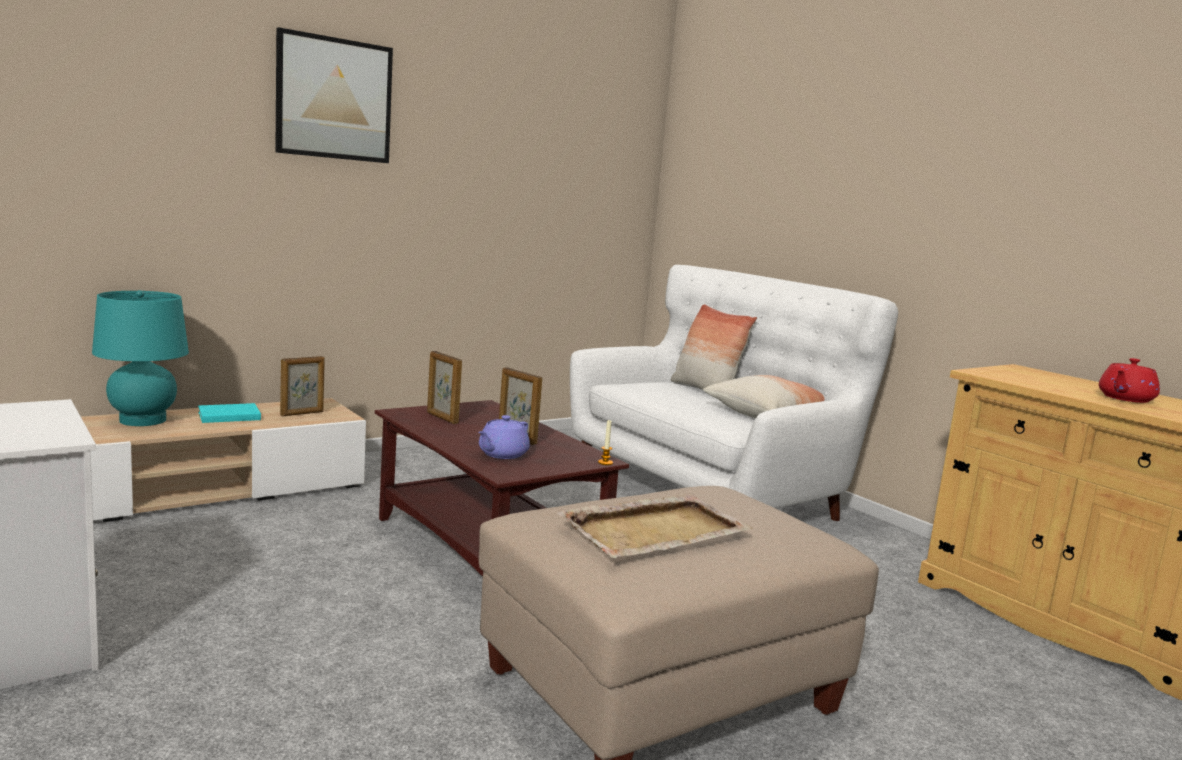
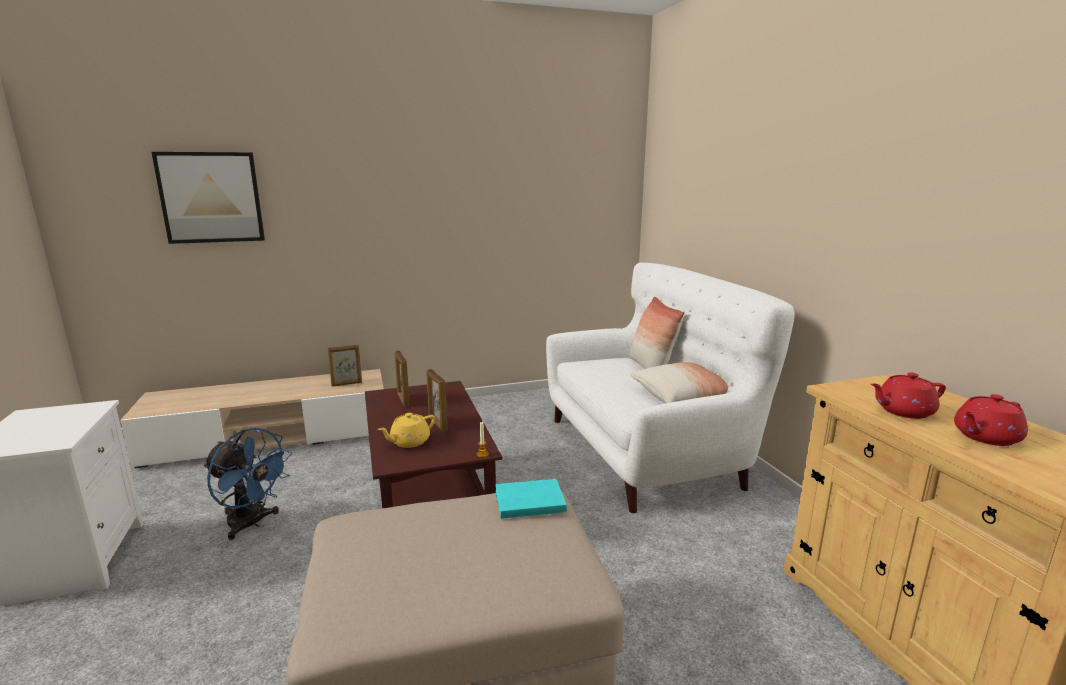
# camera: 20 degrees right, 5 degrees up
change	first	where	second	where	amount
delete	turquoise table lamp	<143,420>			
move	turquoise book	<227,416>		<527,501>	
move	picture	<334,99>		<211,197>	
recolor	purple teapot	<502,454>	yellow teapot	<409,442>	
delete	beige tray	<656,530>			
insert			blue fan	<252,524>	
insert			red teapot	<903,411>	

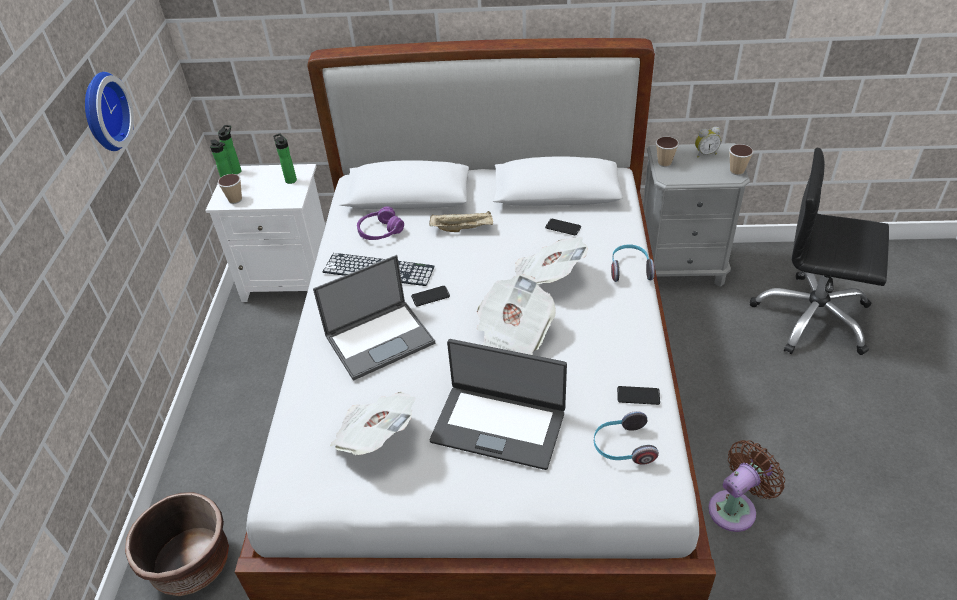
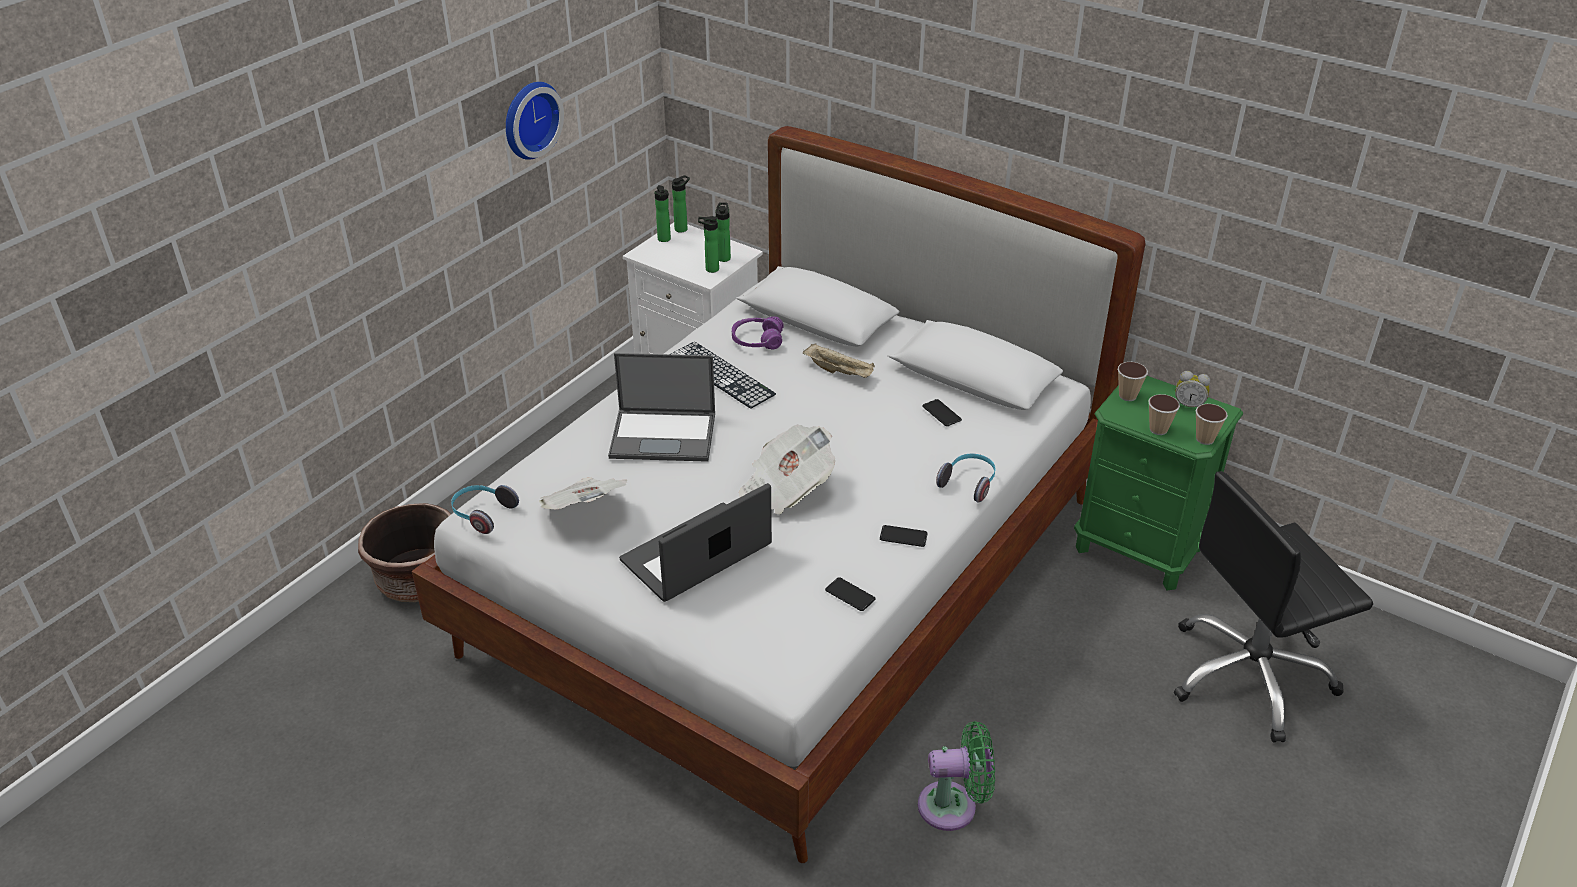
# camera: 30 degrees right, 5 degrees down
change	first	where	second	where	amount
move	cup	<235,200>		<1158,429>	
move	phone	<430,296>		<903,536>	
rotate	laptop	<498,425>		<697,555>	90 degrees clockwise
delete	newspaper	<547,277>			
move	headphones	<622,447>		<482,514>	
recolor	grey nightstand	<681,267>	green nightstand	<1139,549>	
recolor	brown fan	<736,508>	green fan	<953,806>	
rotate	black office chair	<812,318>		<1250,676>	75 degrees counterclockwise
insert			bottle	<710,269>	

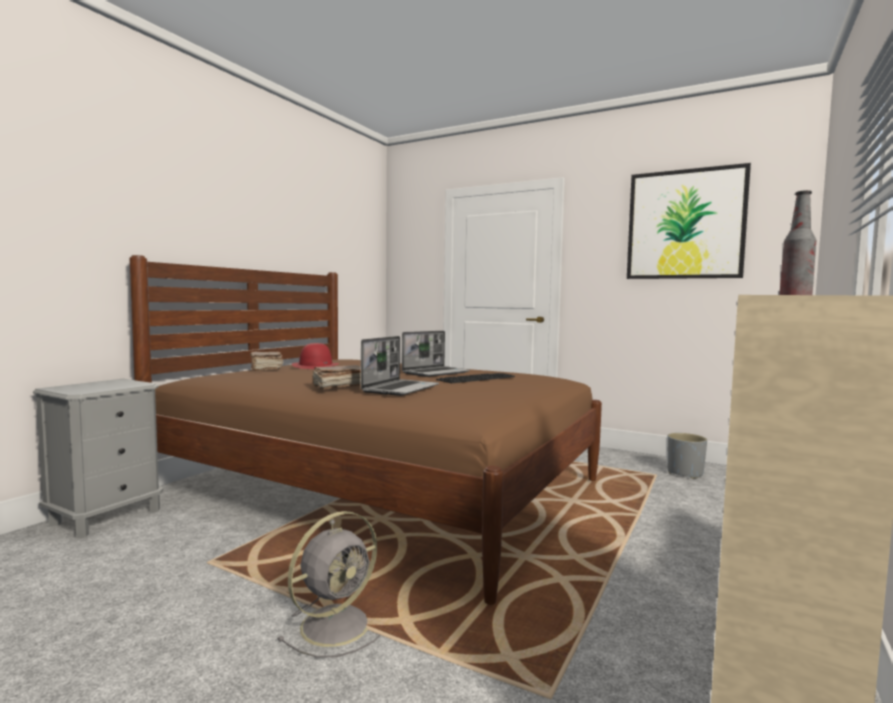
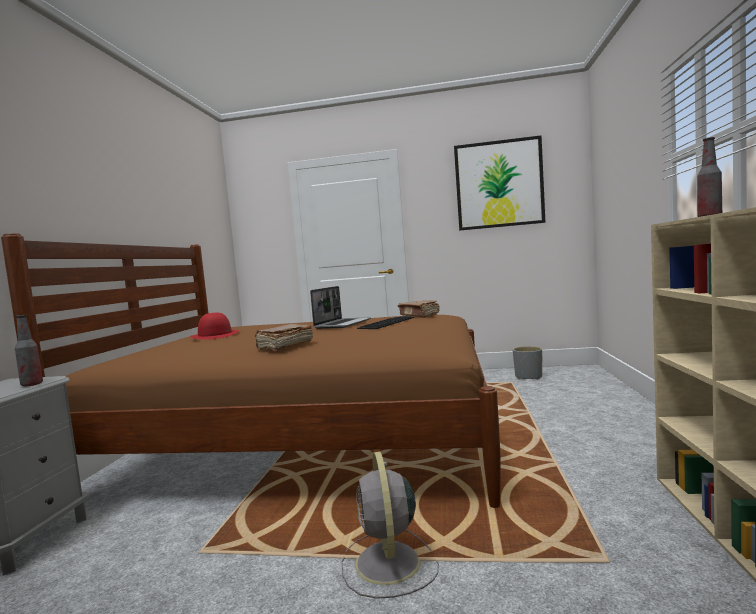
# camera: 20 degrees left, 0 degrees up
change	first	where	second	where	amount
move	brown book	<266,368>		<419,315>	
rotate	grey fan	<338,623>		<388,564>	150 degrees clockwise
delete	laptop	<400,389>			
insert			bottle	<32,384>	

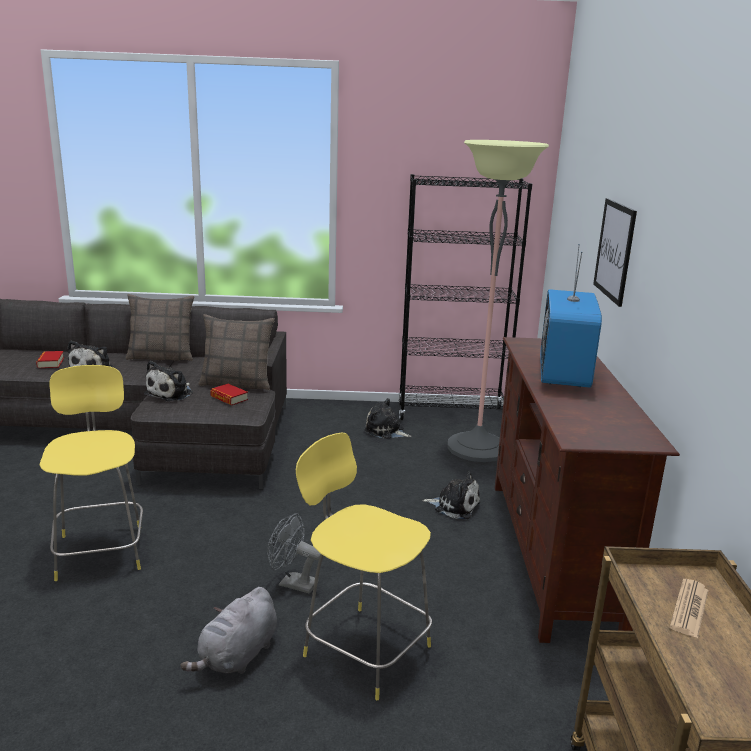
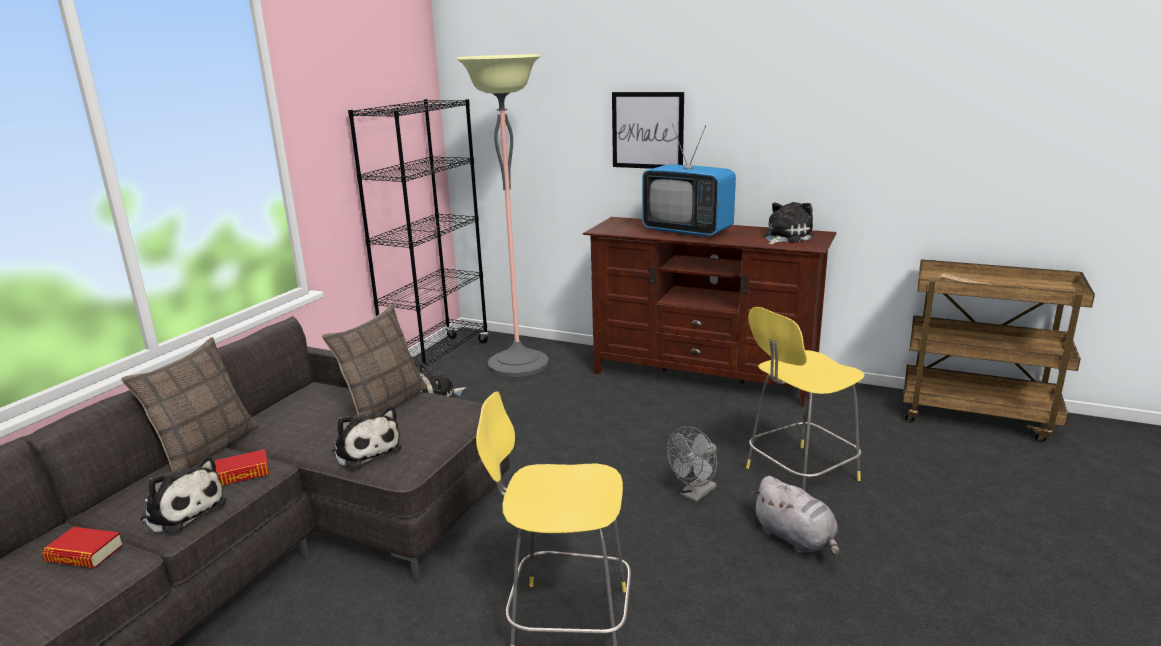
# camera: 65 degrees left, 0 degrees up
change	first	where	second	where	amount
move	book	<229,398>		<243,473>	
move	plush toy	<454,506>		<785,237>	

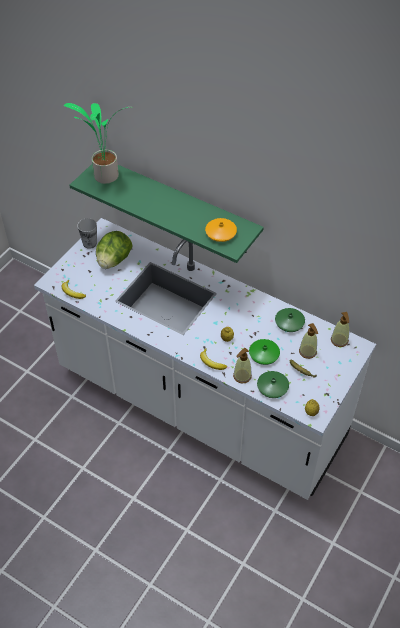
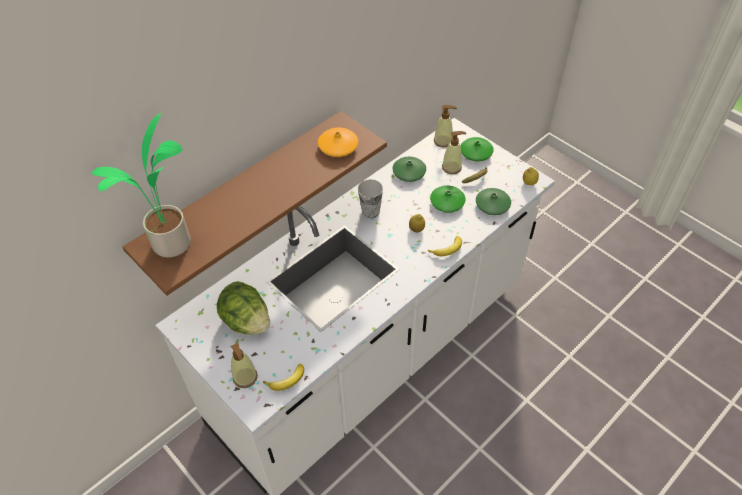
# camera: 75 degrees left, 0 degrees up
change	first	where	second	where	amount
recolor	green shelf	<178,206>	brown shelf	<245,194>	
move	cup	<90,243>		<370,211>	
move	soap dispenser	<242,376>		<245,377>	
insert			green vase	<476,153>	

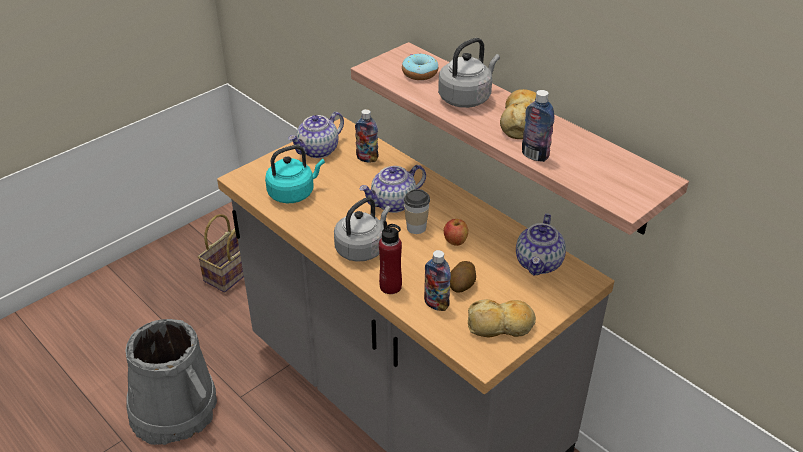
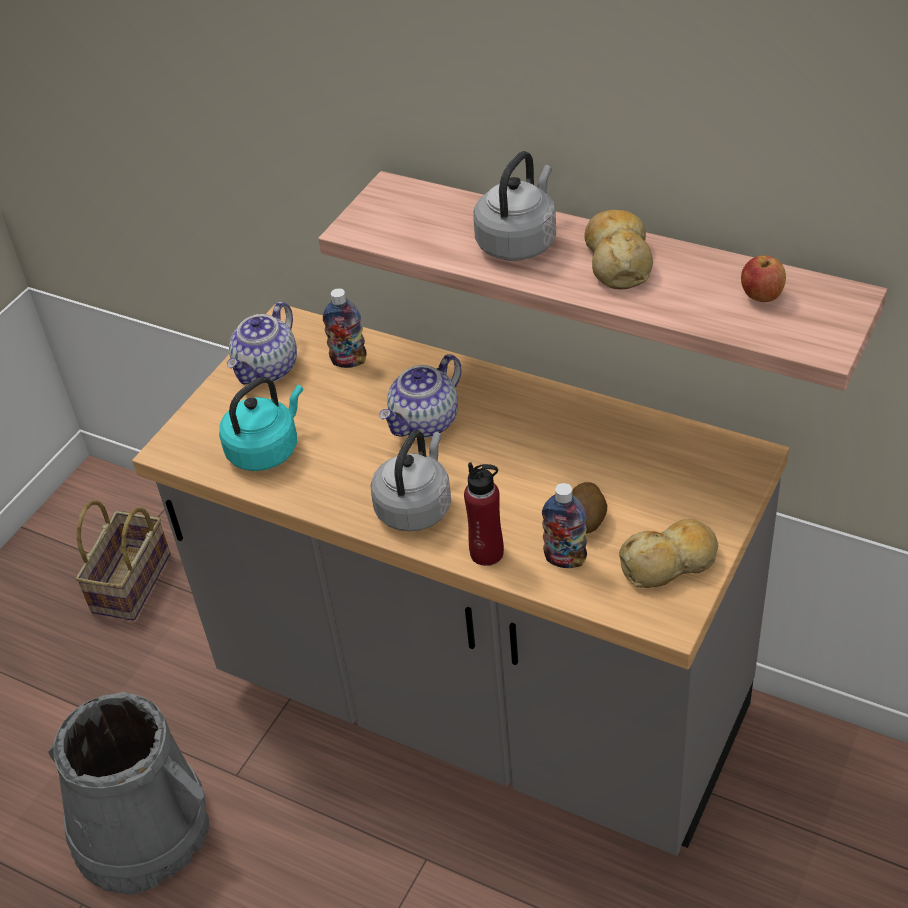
# camera: 15 degrees left, 5 degrees up
change	first	where	second	where	amount
delete	donut	<420,73>			
delete	cup	<416,227>			
move	apple	<455,241>		<761,296>	
delete	teapot	<539,263>			
delete	bottle	<535,155>			

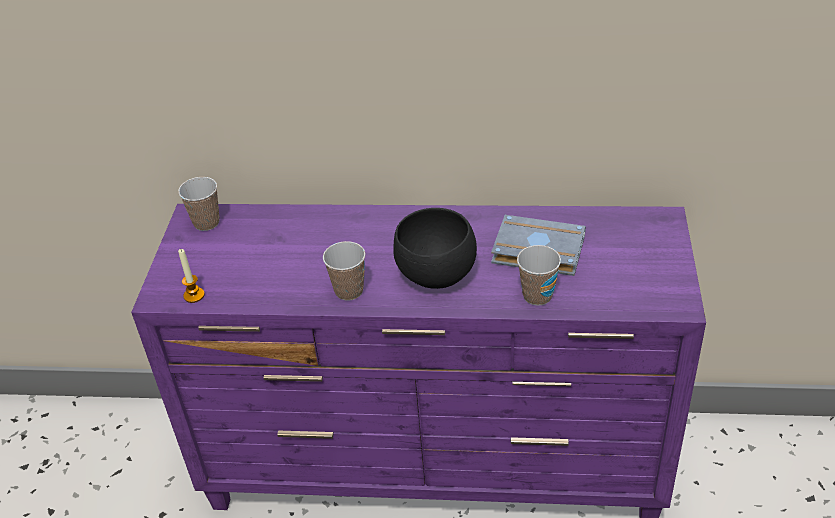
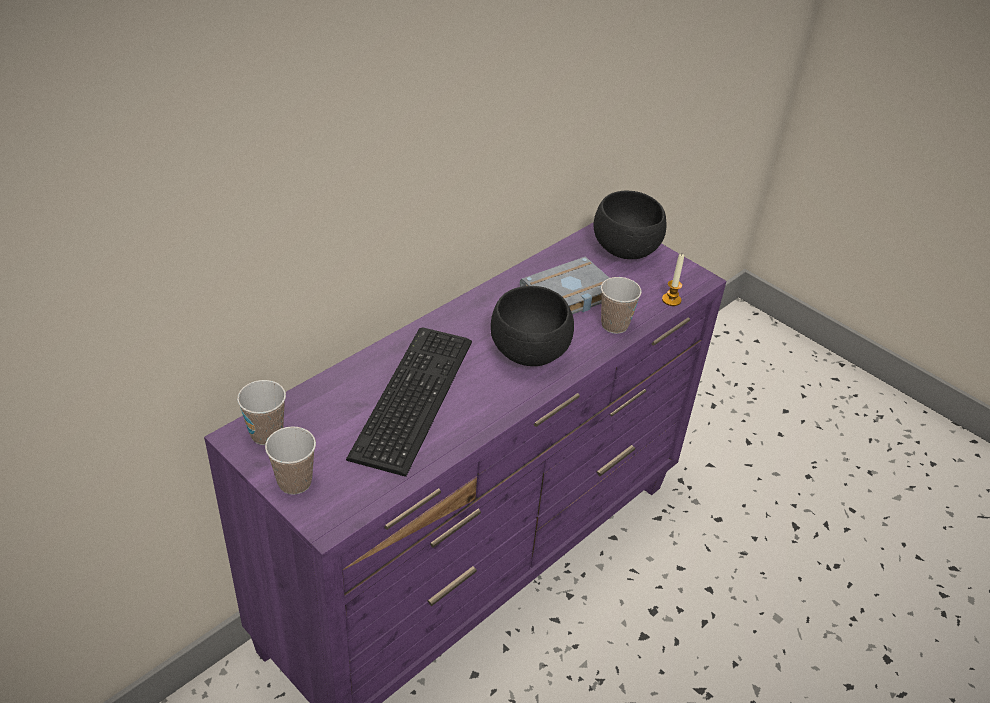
# camera: 55 degrees left, 0 degrees up
change	first	where	second	where	amount
move	candle	<194,295>		<671,300>	
move	cup	<349,291>		<295,482>	
insert			keyboard	<408,398>	
insert			black bowl	<627,251>	

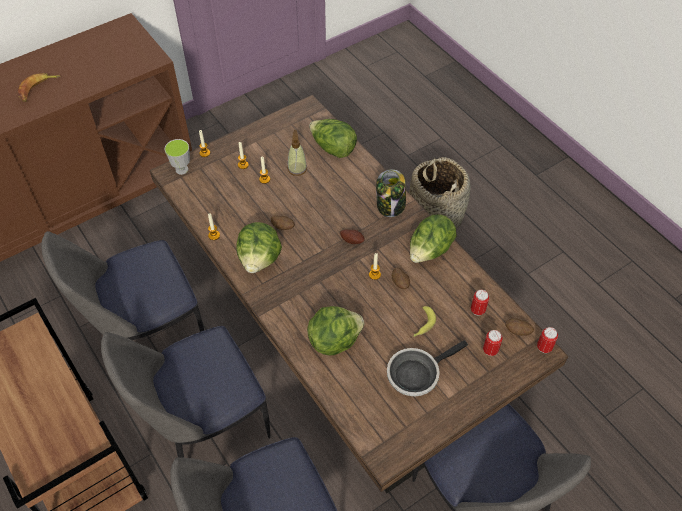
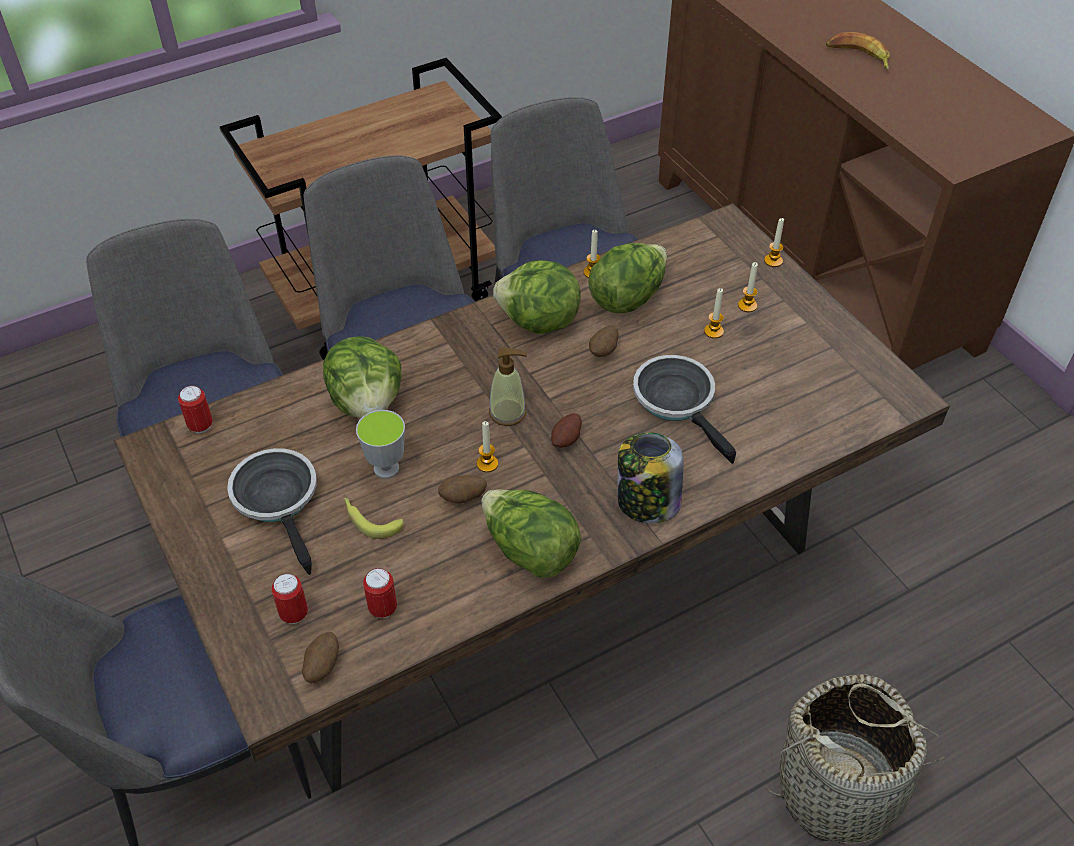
# camera: 95 degrees right, 5 degrees down
change	first	where	second	where	amount
move	cup	<182,169>		<386,468>	
move	soap dispenser	<297,168>		<508,413>	
move	lettuce	<333,148>		<627,297>	
move	can	<544,347>		<200,425>	
insert			frying pan	<678,402>	

